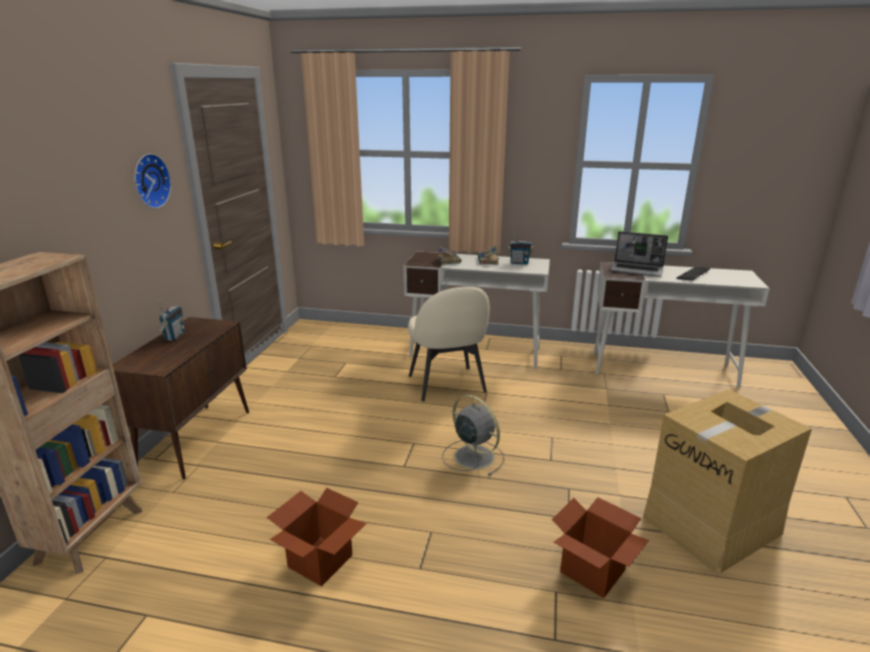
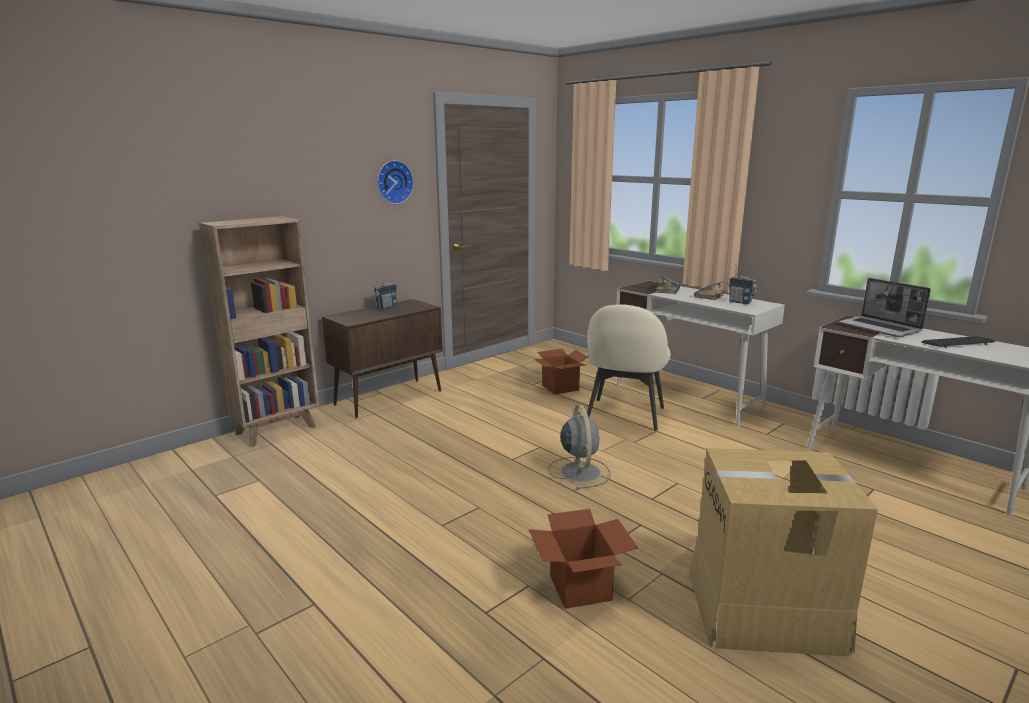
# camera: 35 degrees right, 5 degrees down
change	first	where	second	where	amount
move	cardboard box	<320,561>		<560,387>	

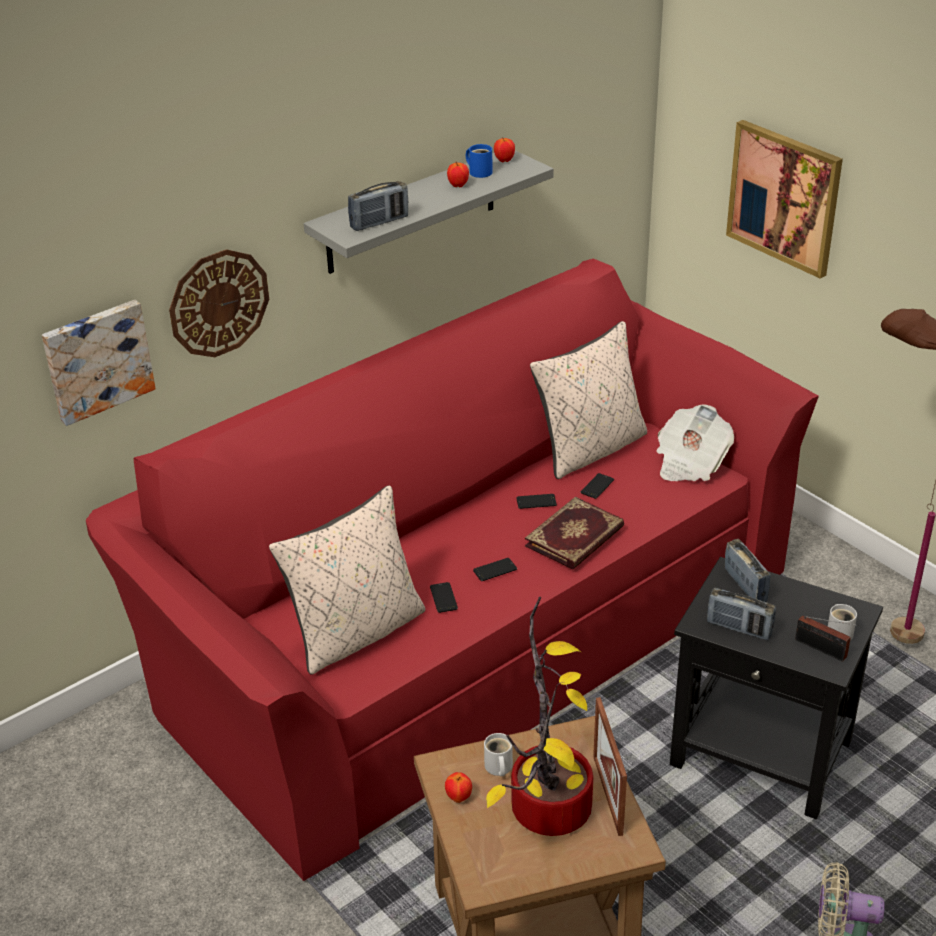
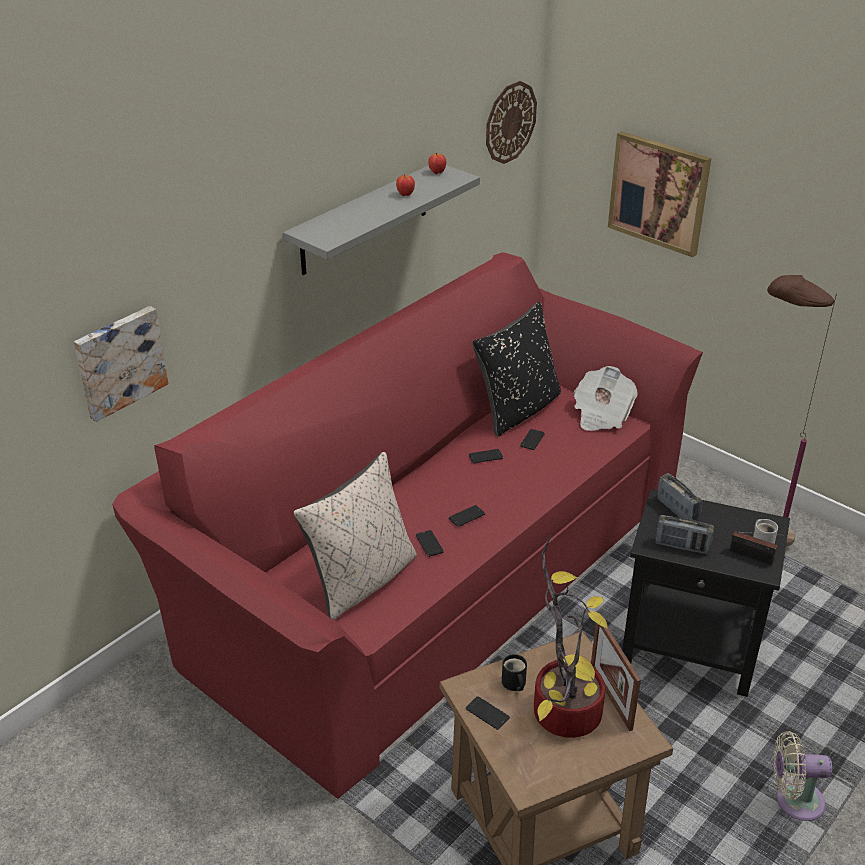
# camera: 10 degrees left, 0 degrees up
change	first	where	second	where	amount
move	wall clock	<219,303>		<510,122>	
delete	radio	<379,222>			
replace	apple	<458,797>	phone	<487,713>	
delete	blue mug	<479,171>			
recolor	white mug	<498,767>	black mug	<513,684>	
delete	book	<575,537>			
recolor	beige pillow	<591,449>	black pillow	<518,410>	

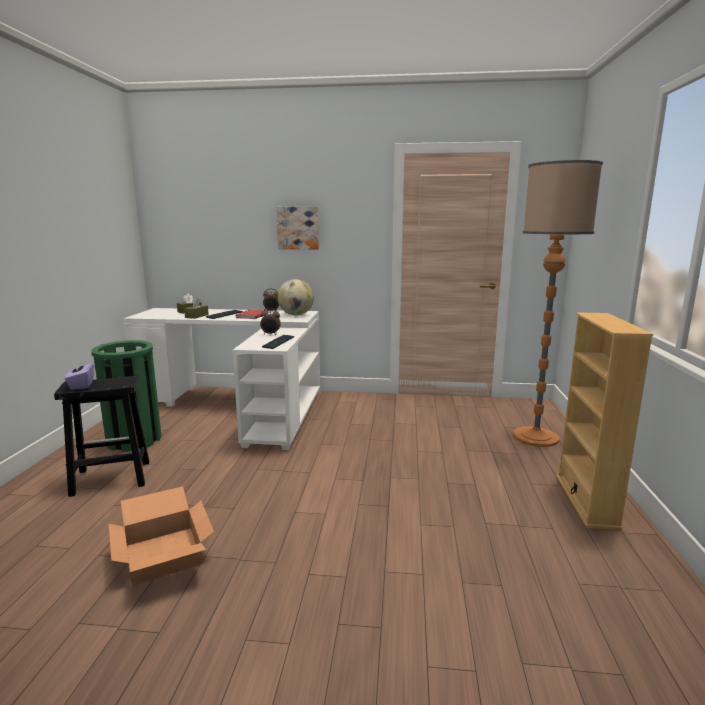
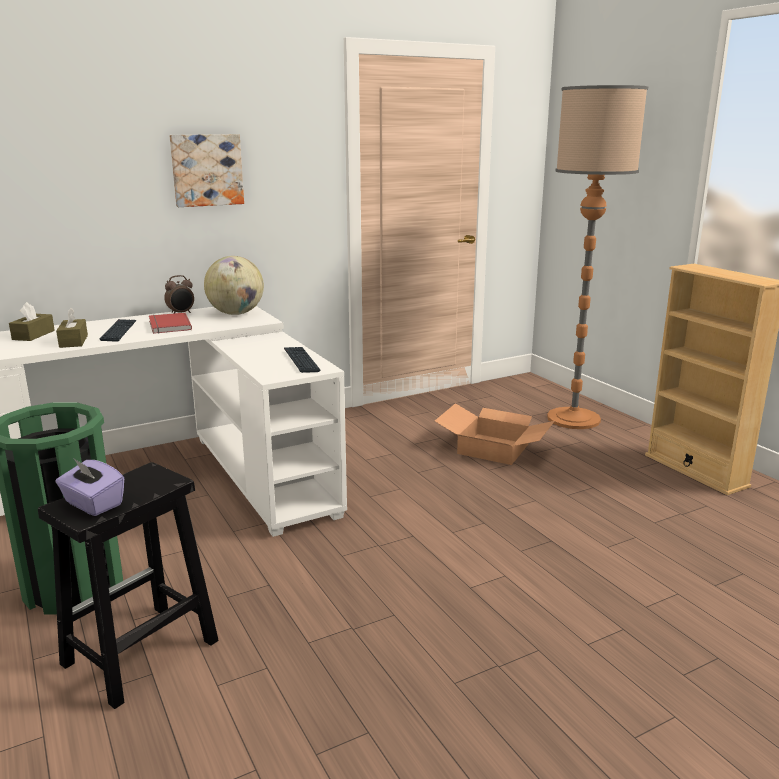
# camera: 35 degrees left, 5 degrees up
change	first	where	second	where	amount
move	cardboard box	<165,554>		<494,448>	
delete	alarm clock	<270,334>			

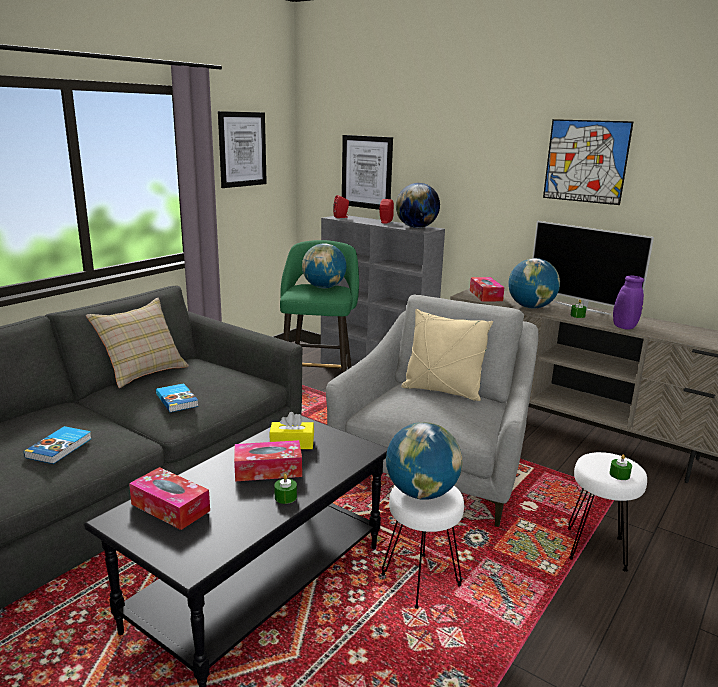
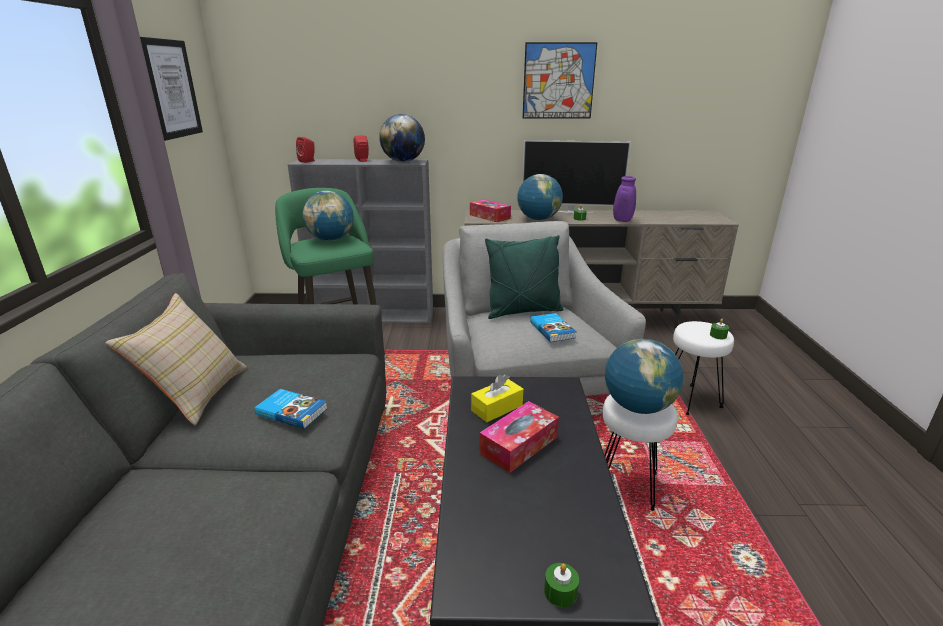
# camera: 35 degrees left, 5 degrees up
change	first	where	second	where	amount
move	book	<60,448>		<553,330>	
delete	tissue box	<170,507>			
move	green candle	<285,497>		<560,592>	
delete	picture	<367,172>			
recolor	beige pillow	<442,391>	green pillow	<523,311>	

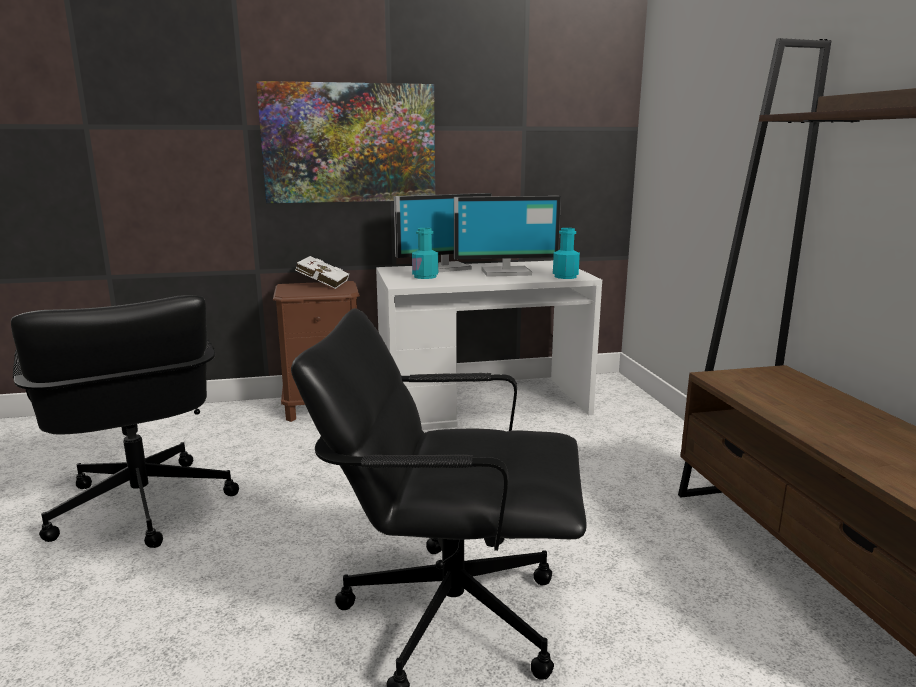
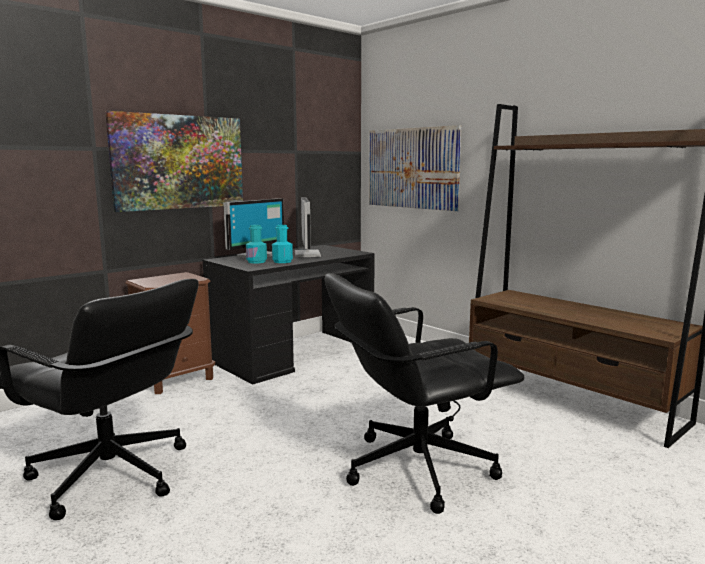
# camera: 30 degrees left, 5 degrees down
change	first	where	second	where	amount
delete	white book	<321,284>			
recolor	white desk	<482,402>	black desk	<293,354>	
rotate	monitor	<505,272>		<305,254>	60 degrees counterclockwise
move	turquoise bottle	<565,276>		<282,261>	
insert			picture	<412,168>	

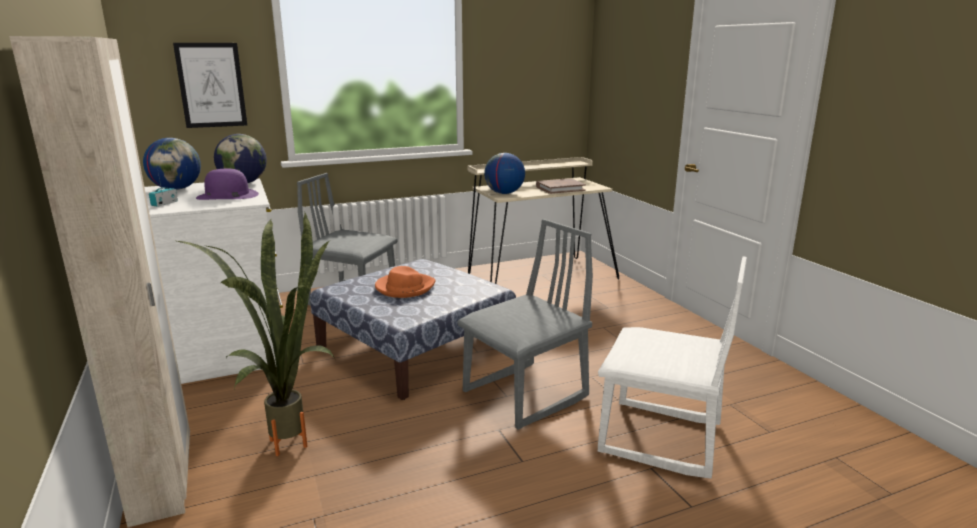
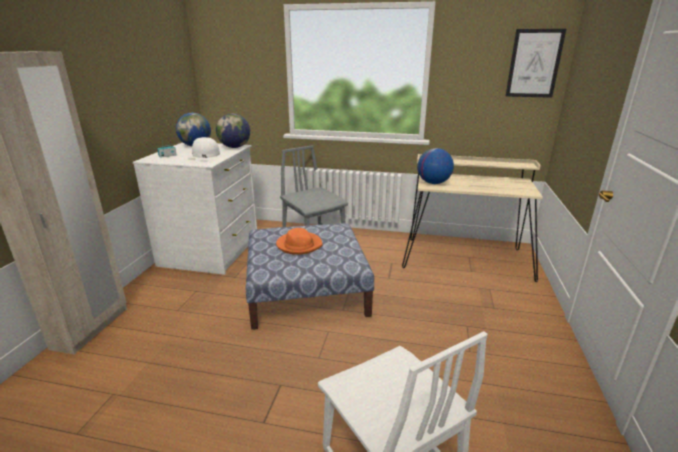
# camera: 35 degrees right, 5 degrees up
change	first	where	second	where	amount
move	picture	<211,85>		<534,63>	
delete	potted plant	<289,436>			
recolor	purple hat	<227,196>	white hat	<206,156>	
delete	grey chair	<526,395>			
delete	brown book	<560,188>			

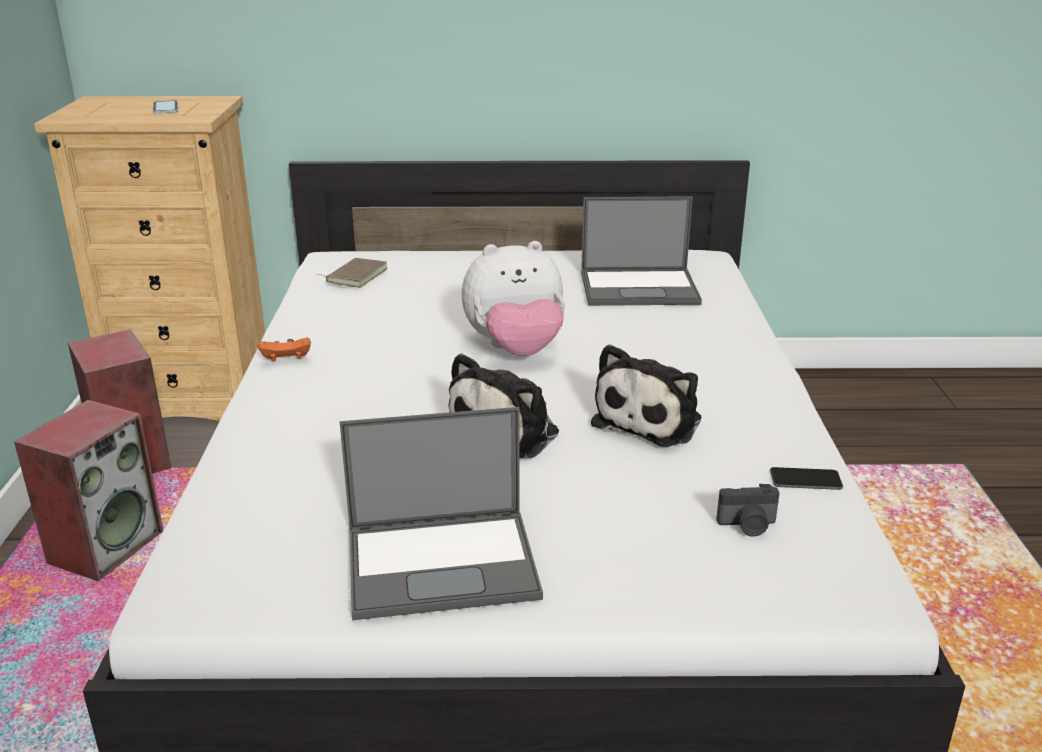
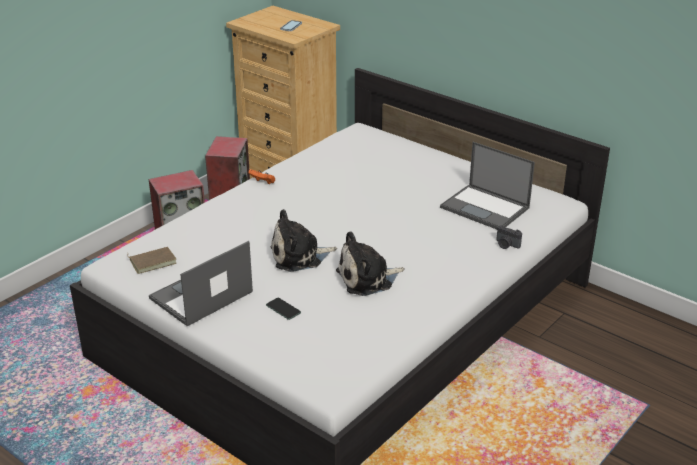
# camera: 40 degrees right, 5 degrees up
change	first	where	second	where	amount
move	brown book	<355,275>		<152,261>	
rotate	laptop	<444,562>		<200,296>	105 degrees clockwise
delete	plush toy	<516,350>			
move	photo camera	<748,526>		<506,245>	
move	phone	<805,480>		<283,309>	

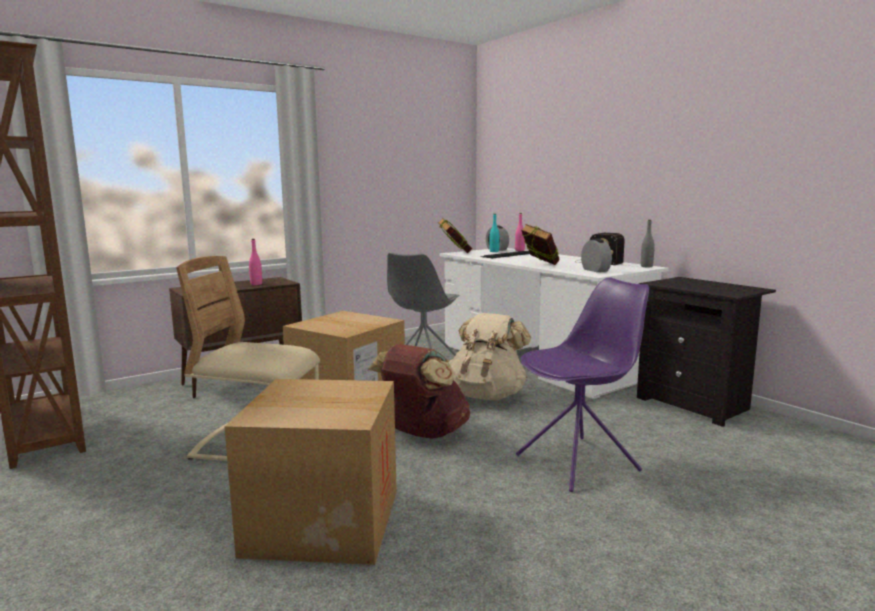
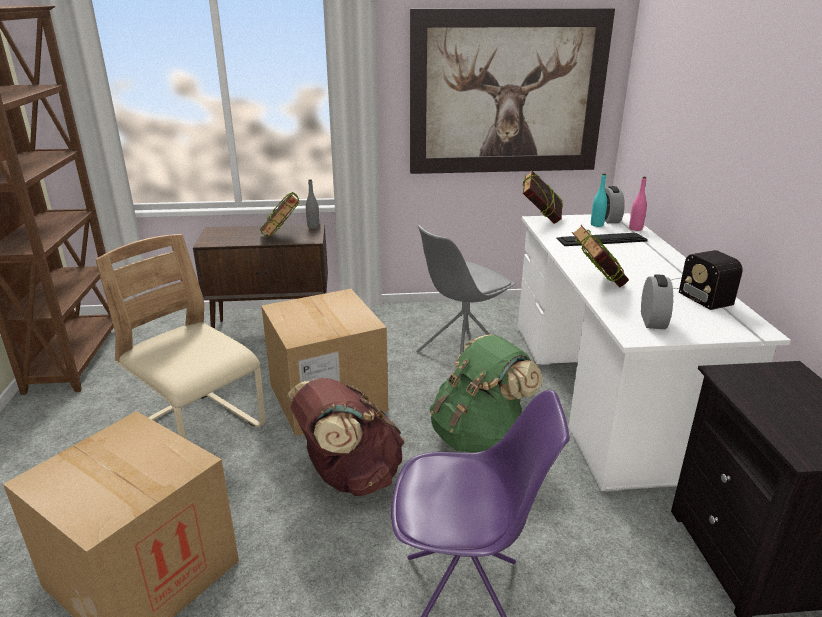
# camera: 30 degrees right, 15 degrees up
change	first	where	second	where	amount
replace	pink bottle	<256,284>	book	<281,236>	
recolor	beige backpack	<487,396>	green backpack	<479,436>	
move	grey bottle	<646,266>		<313,227>	
insert			picture	<507,93>	

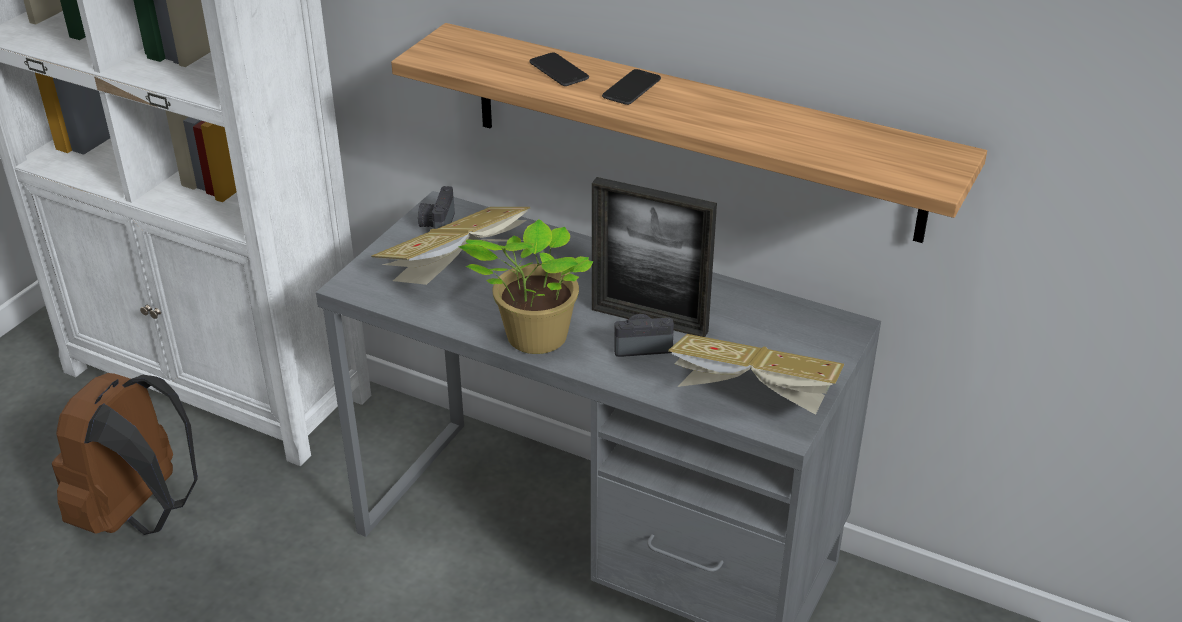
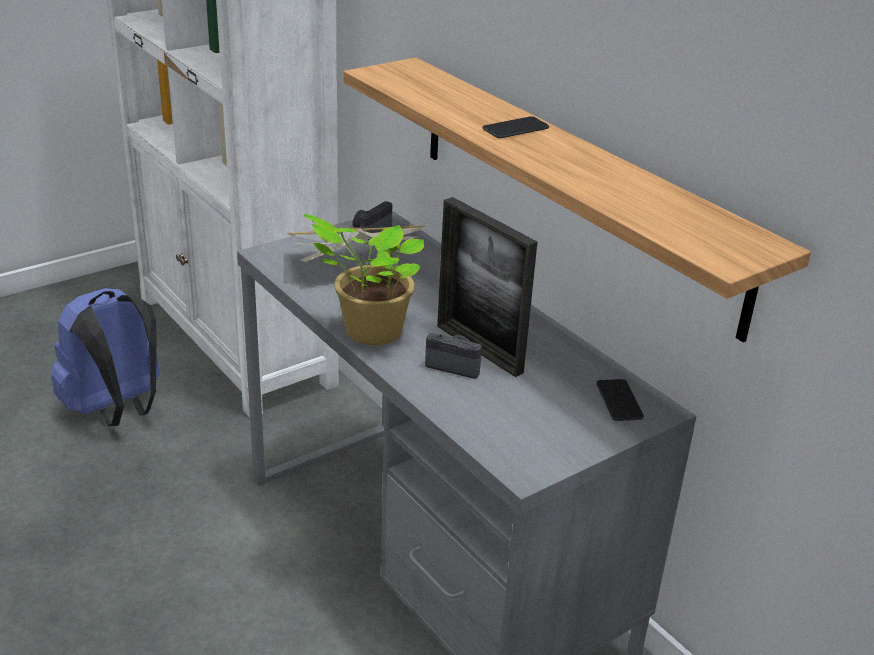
# camera: 25 degrees right, 5 degrees down
change	first	where	second	where	amount
recolor	brown backpack	<140,513>	blue backpack	<117,410>	
move	phone	<559,71>		<619,401>	
delete	book	<752,399>			

